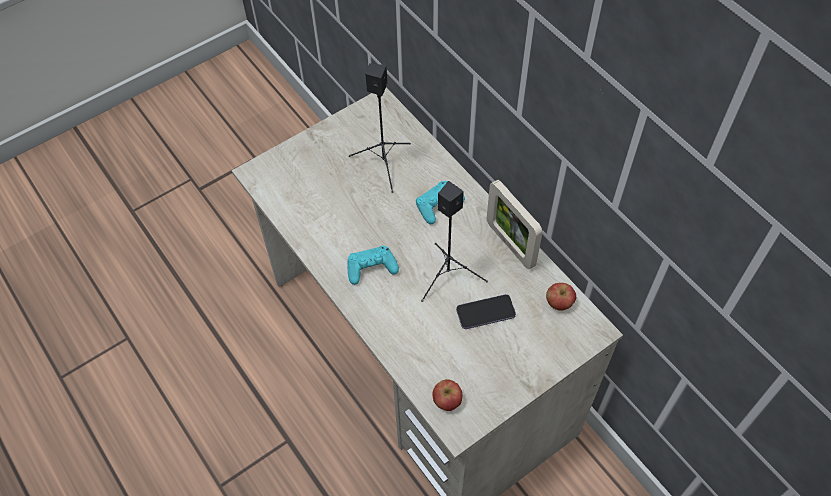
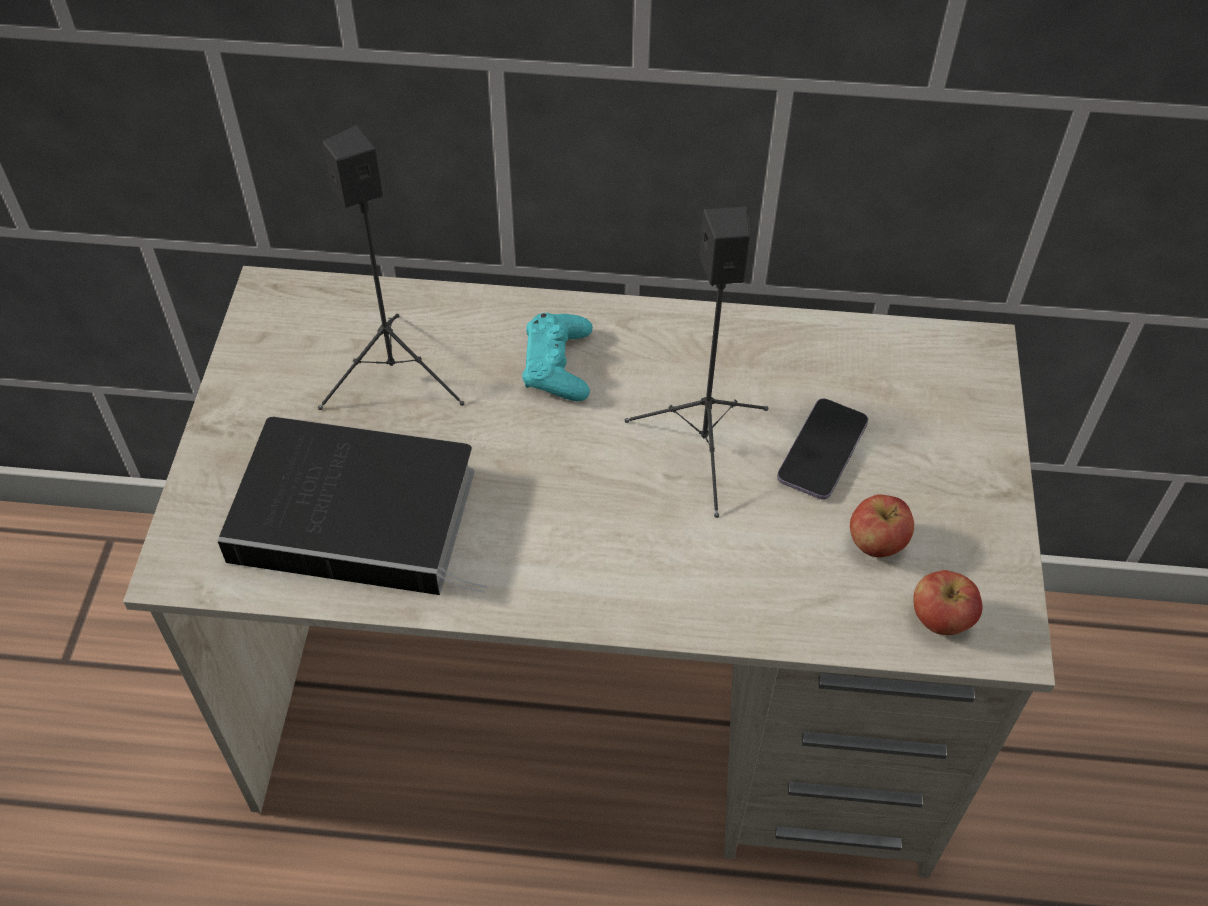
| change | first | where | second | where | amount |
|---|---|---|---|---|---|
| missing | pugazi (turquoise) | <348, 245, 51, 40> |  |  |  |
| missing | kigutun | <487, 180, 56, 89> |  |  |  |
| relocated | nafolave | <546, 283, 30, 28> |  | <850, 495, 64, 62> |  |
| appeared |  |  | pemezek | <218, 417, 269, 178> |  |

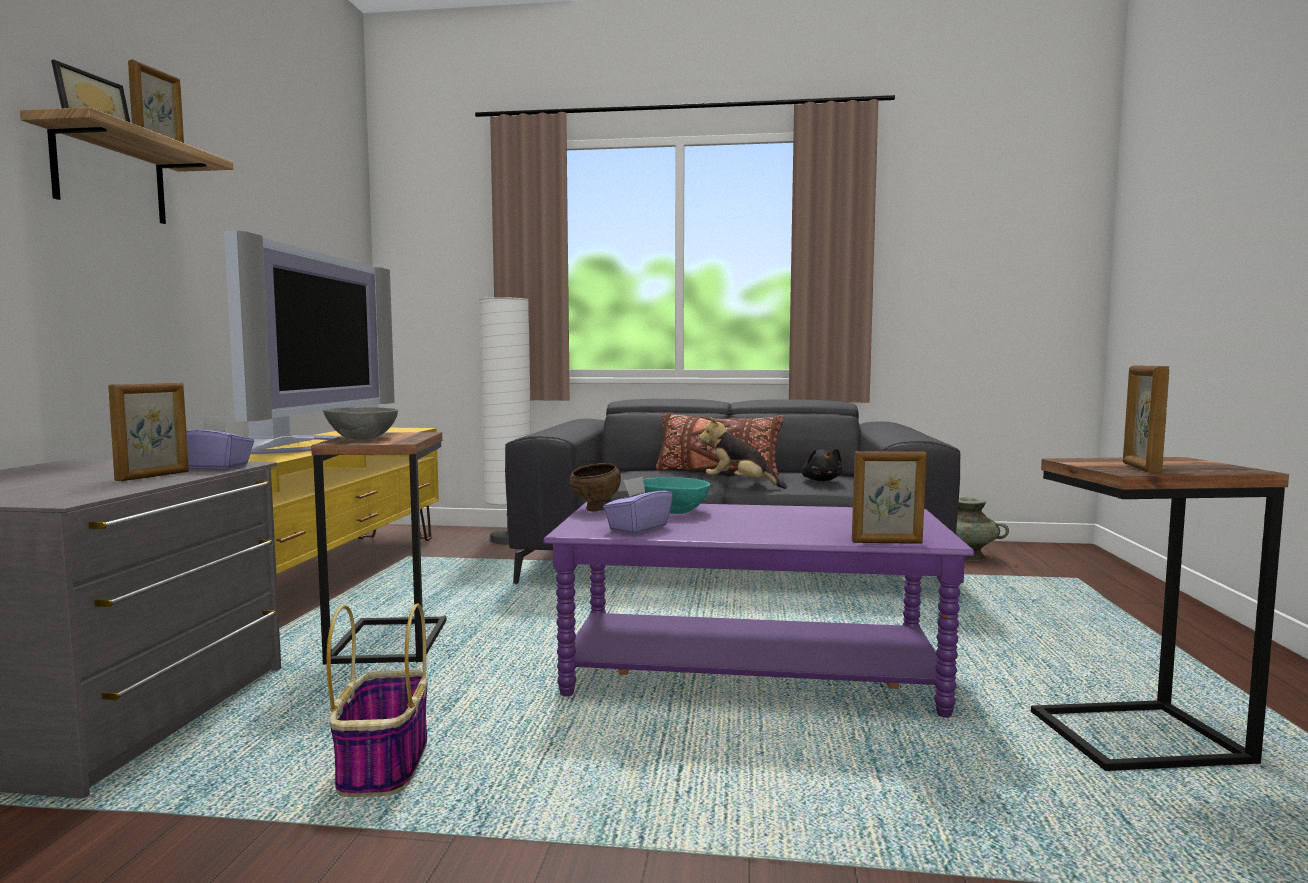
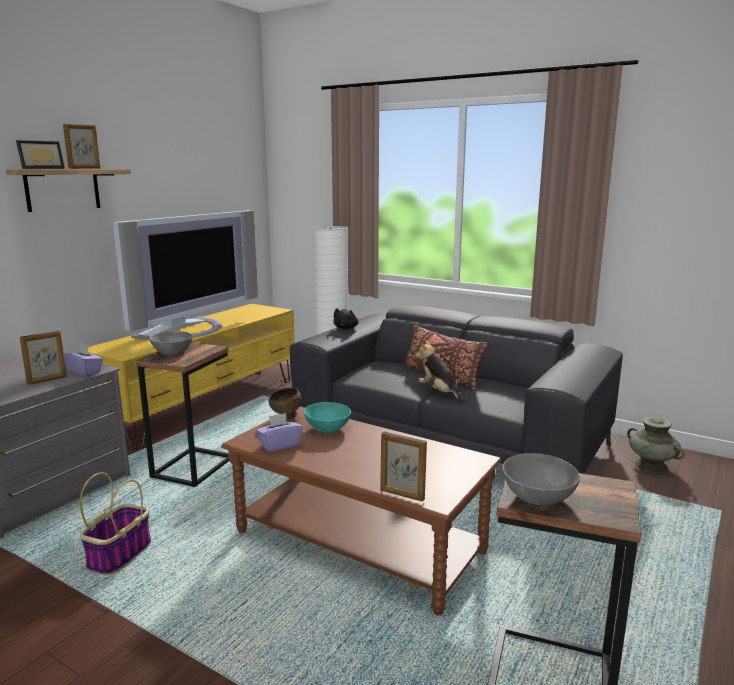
| change | first | where | second | where | amount |
|---|---|---|---|---|---|
| colour | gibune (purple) | <544, 502, 430, 216> | gibune (brown) | <221, 406, 280, 209> |  |
| relocated | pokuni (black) | <802, 448, 40, 33> |  | <333, 308, 25, 21> |  |
| exchanged | kigutun | <1123, 365, 46, 109> | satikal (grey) | <502, 453, 78, 52> |  |

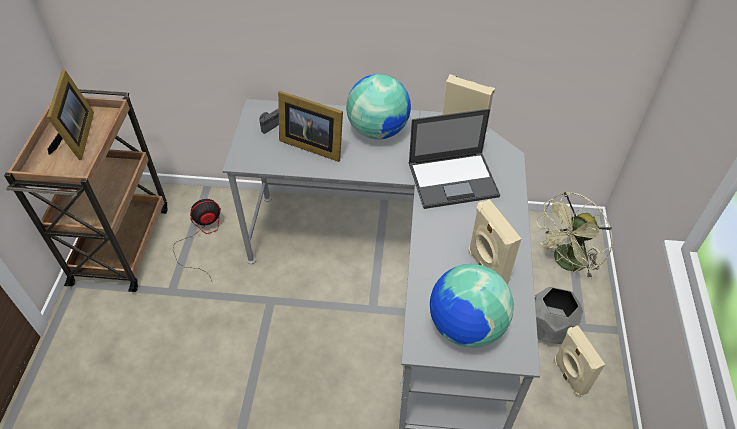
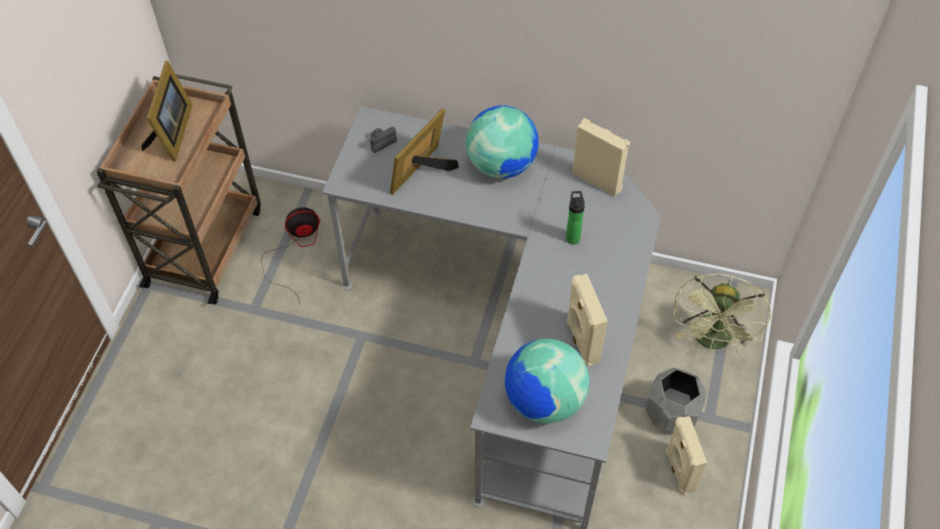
| change | first | where | second | where | amount |
|---|---|---|---|---|---|
| spun | kigutun | <278, 91, 65, 71> |  | <390, 108, 69, 87> | 90 degrees clockwise |
| exchanged | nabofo | <409, 109, 91, 100> | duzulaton | <566, 191, 19, 53> |  |
| spun | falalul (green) | <536, 192, 76, 87> |  | <673, 274, 98, 79> | 45 degrees counterclockwise |

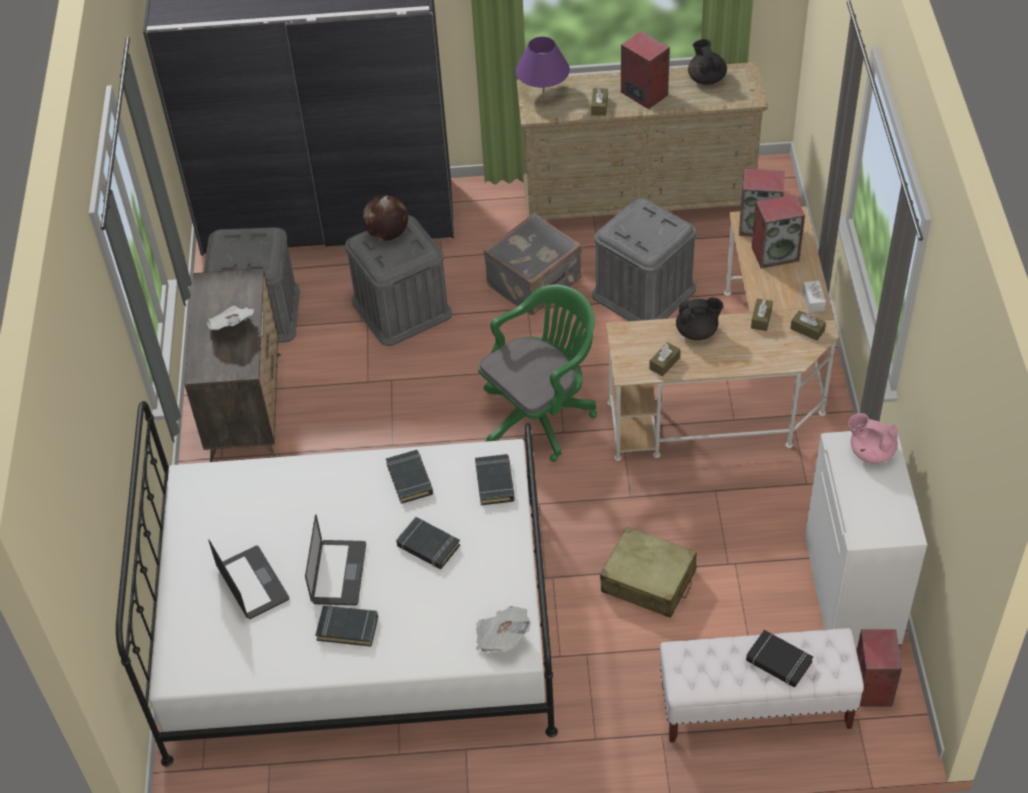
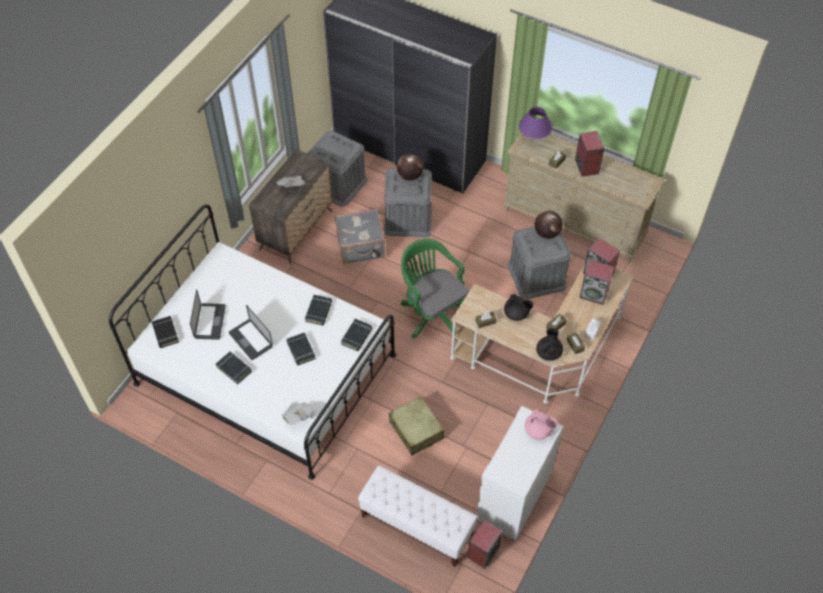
| change | first | where | second | where | amount |
|---|---|---|---|---|---|
| spun | nabofo | <305, 515, 61, 90> |  | <229, 305, 44, 55> | 105 degrees clockwise |
| spun | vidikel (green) | <478, 285, 119, 177> |  | <401, 239, 68, 101> | 120 degrees counterclockwise |
| relocated | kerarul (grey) | <483, 213, 99, 102> |  | <335, 209, 50, 55> |  |
| relocated | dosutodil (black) | <688, 39, 39, 46> |  | <536, 328, 27, 33> |  |
| relocated | pemezek (black) | <746, 630, 67, 57> |  | <152, 316, 27, 32> |  |
| spun | dosutodil (pink) | <848, 413, 50, 51> |  | <525, 409, 32, 30> | 150 degrees clockwise |
| appeared |  |  | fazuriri | <534, 211, 29, 28> |  |

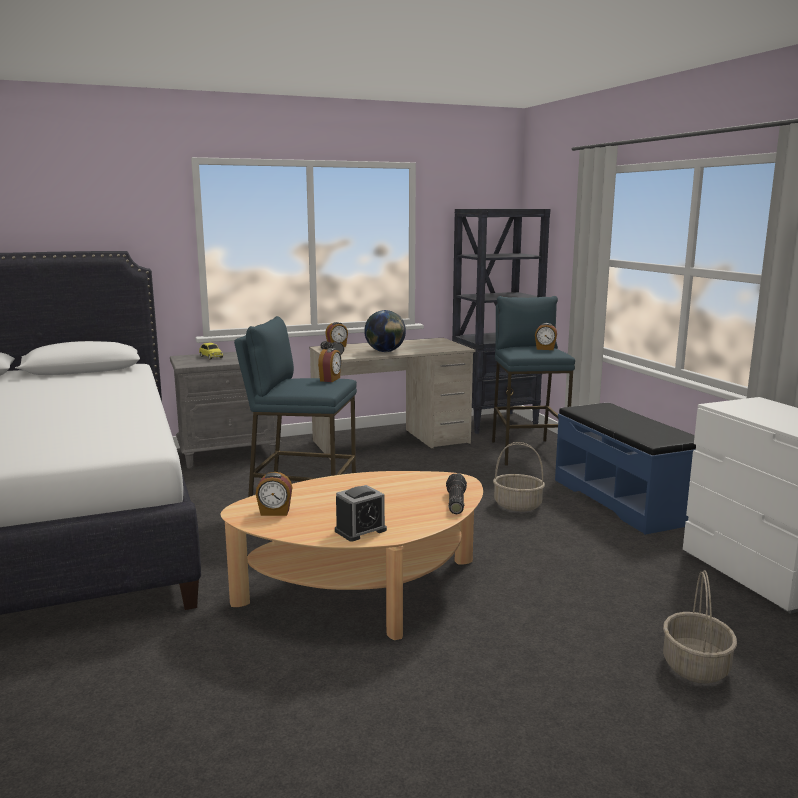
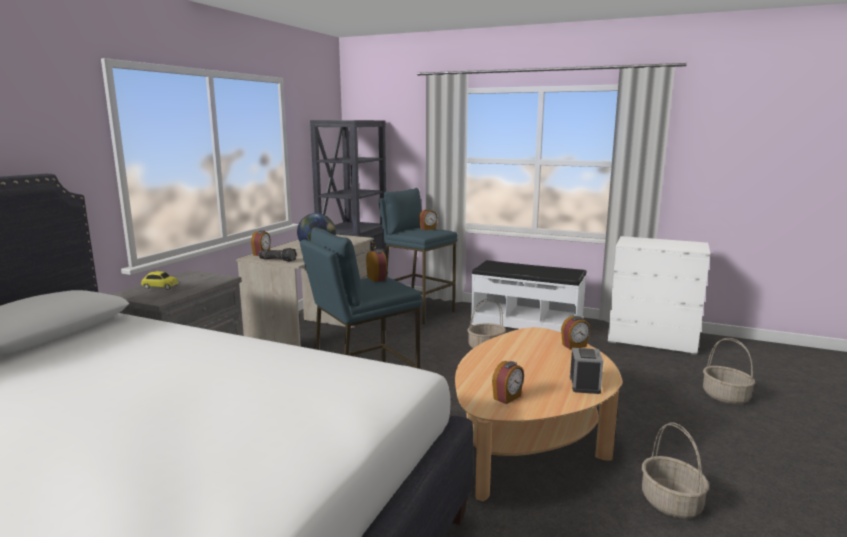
| change | first | where | second | where | amount |
|---|---|---|---|---|---|
| exchanged | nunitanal | <446, 473, 21, 41> | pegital | <561, 316, 29, 34> |  |
| colour | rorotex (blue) | <555, 403, 141, 132> | rorotex (white) | <471, 260, 116, 72> |  |
| appeared |  |  | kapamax | <642, 423, 67, 96> |  |

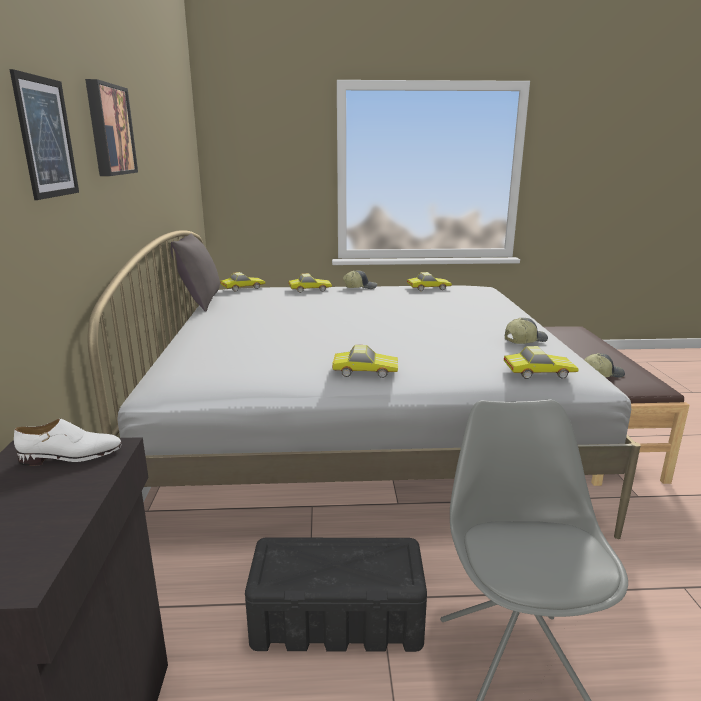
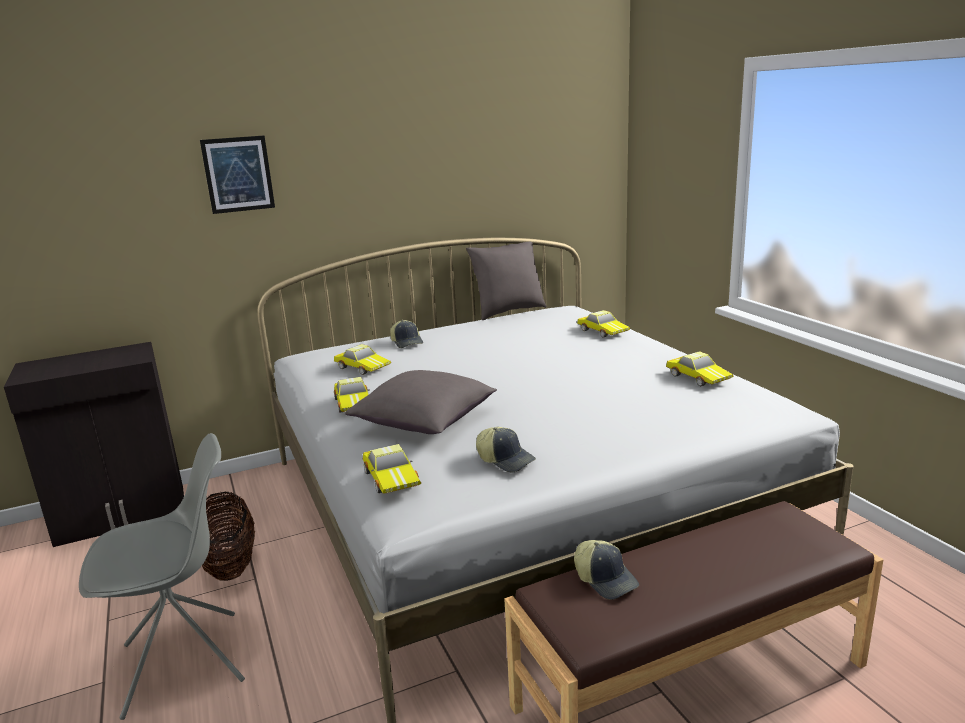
| change | first | where | second | where | amount |
|---|---|---|---|---|---|
| missing | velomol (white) | <14, 419, 108, 47> |  |  |  |
| missing | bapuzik | <85, 79, 53, 97> |  |  |  |
| relocated | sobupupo | <220, 272, 45, 19> |  | <334, 344, 57, 31> |  |
| exchanged | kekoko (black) | <245, 537, 182, 115> | kapamax | <202, 491, 53, 90> |  |
| relocated | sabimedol | <343, 270, 34, 19> |  | <390, 320, 33, 28> |  |
| appeared |  |  | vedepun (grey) | <345, 370, 152, 64> |  |

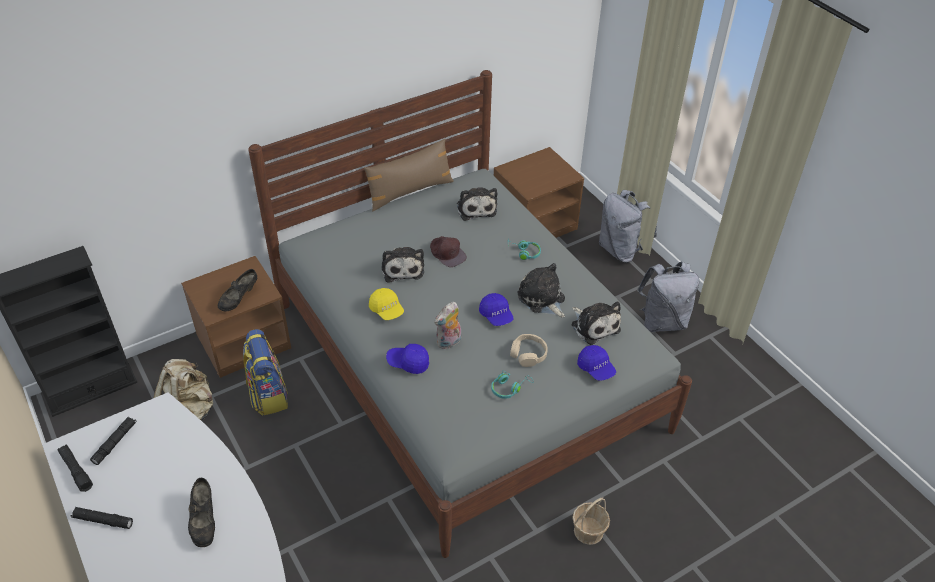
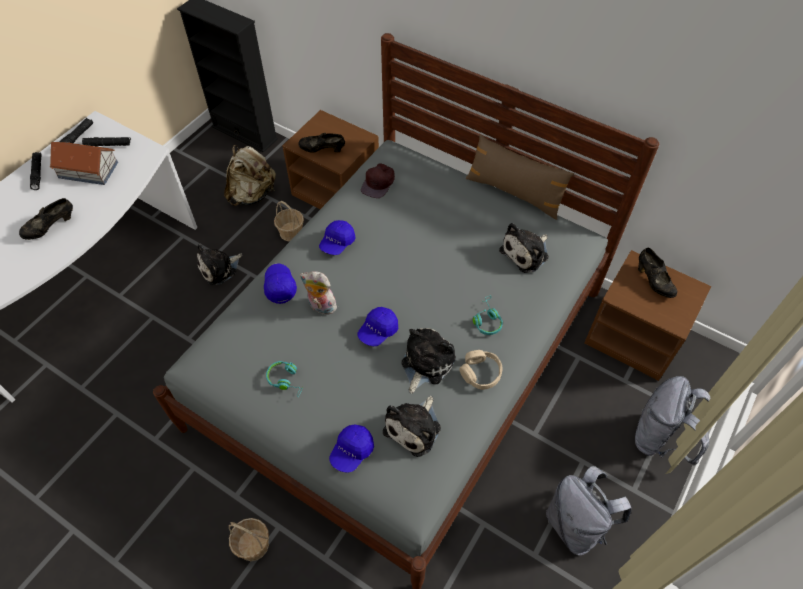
| change | first | where | second | where | amount |
|---|---|---|---|---|---|
| exchanged | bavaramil | <243, 329, 45, 87> | kapamax | <274, 201, 30, 40> |  |
| colour | sabimedol (yellow) | <369, 288, 35, 32> | sabimedol (blue) | <319, 220, 36, 35> |  |
| relocated | pokuni | <382, 247, 42, 35> |  | <197, 244, 45, 41> |  |
| relocated | sabimedol (brown) | <430, 236, 37, 31> |  | <361, 163, 34, 35> |  |
| relocated | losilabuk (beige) | <510, 334, 37, 33> |  | <459, 350, 44, 40> |  |
| appeared |  |  | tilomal | <50, 142, 68, 43> |  |
| appeared |  |  | velomol (black) | <638, 248, 39, 50> |  |

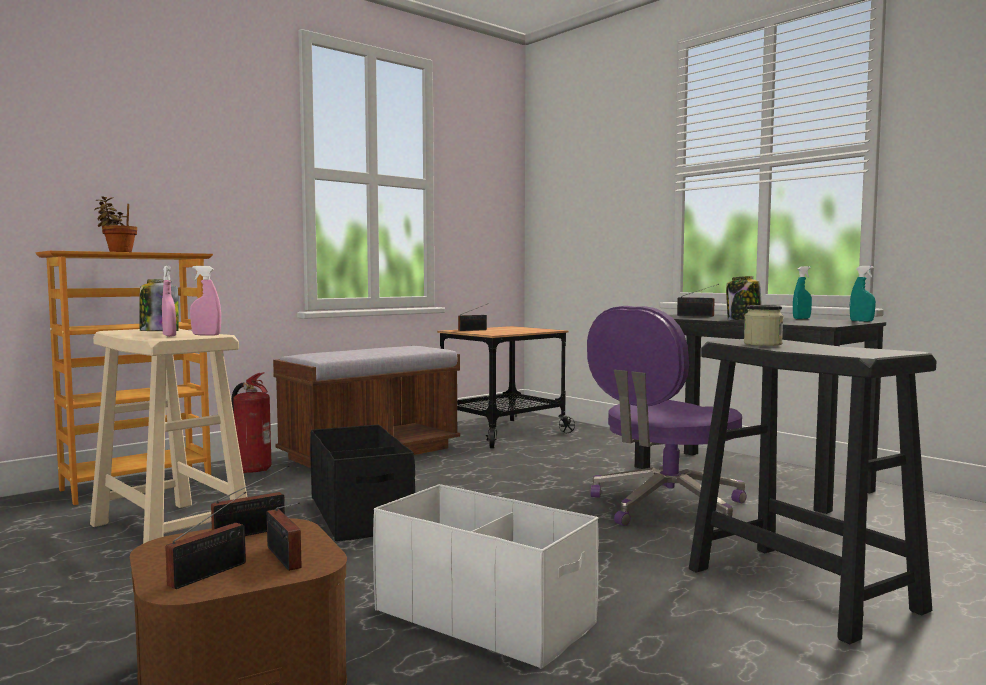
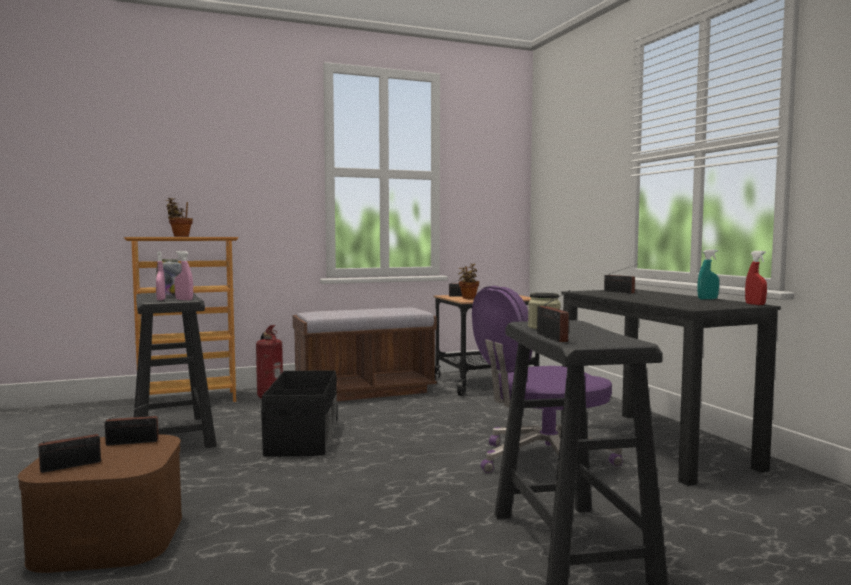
| change | first | where | second | where | amount |
|---|---|---|---|---|---|
| colour | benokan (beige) | <90, 329, 157, 215> | benokan (black) | <134, 292, 83, 156> |  |
| relocated | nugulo | <267, 502, 35, 69> |  | <537, 290, 33, 52> |  |
| missing | kekoko (white) | <373, 484, 226, 185> |  |  |  |
| missing | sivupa | <726, 276, 36, 44> |  |  |  |
| colour | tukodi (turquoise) | <850, 266, 26, 56> | tukodi (red) | <745, 251, 22, 54> |  |
| appeared |  |  | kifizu | <458, 263, 21, 36> |  |

